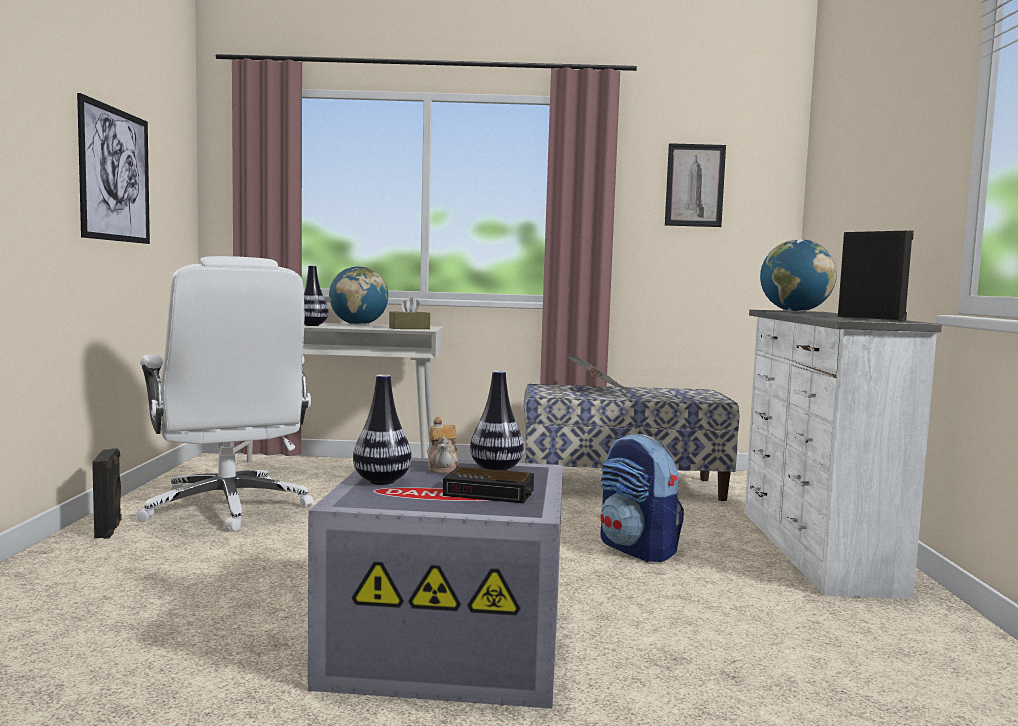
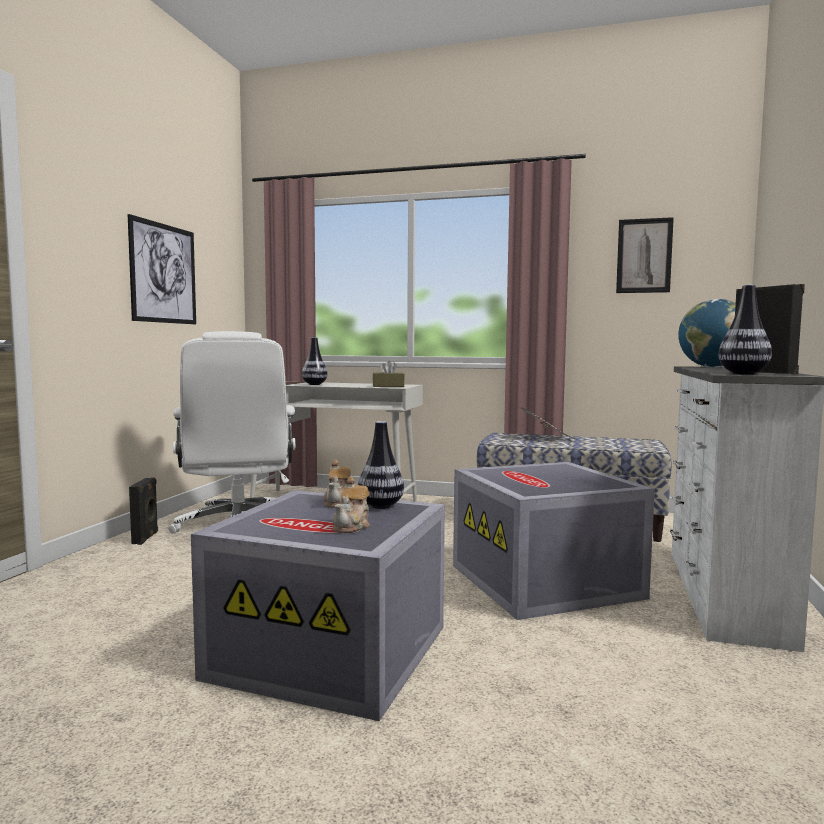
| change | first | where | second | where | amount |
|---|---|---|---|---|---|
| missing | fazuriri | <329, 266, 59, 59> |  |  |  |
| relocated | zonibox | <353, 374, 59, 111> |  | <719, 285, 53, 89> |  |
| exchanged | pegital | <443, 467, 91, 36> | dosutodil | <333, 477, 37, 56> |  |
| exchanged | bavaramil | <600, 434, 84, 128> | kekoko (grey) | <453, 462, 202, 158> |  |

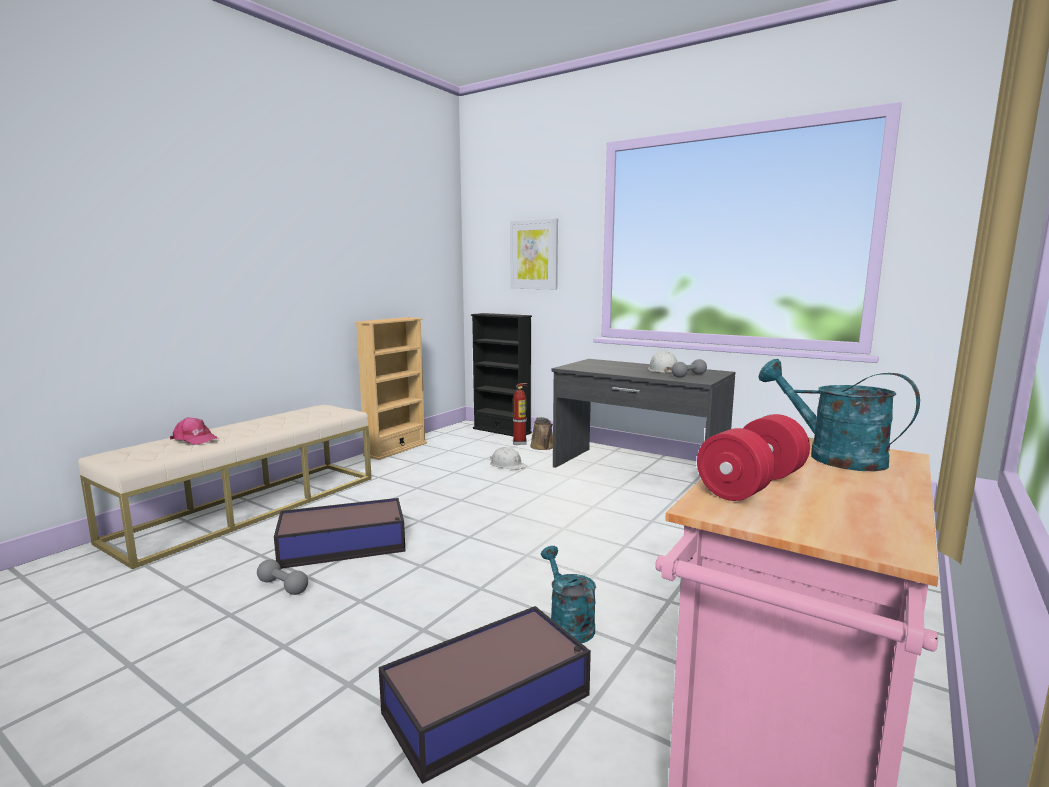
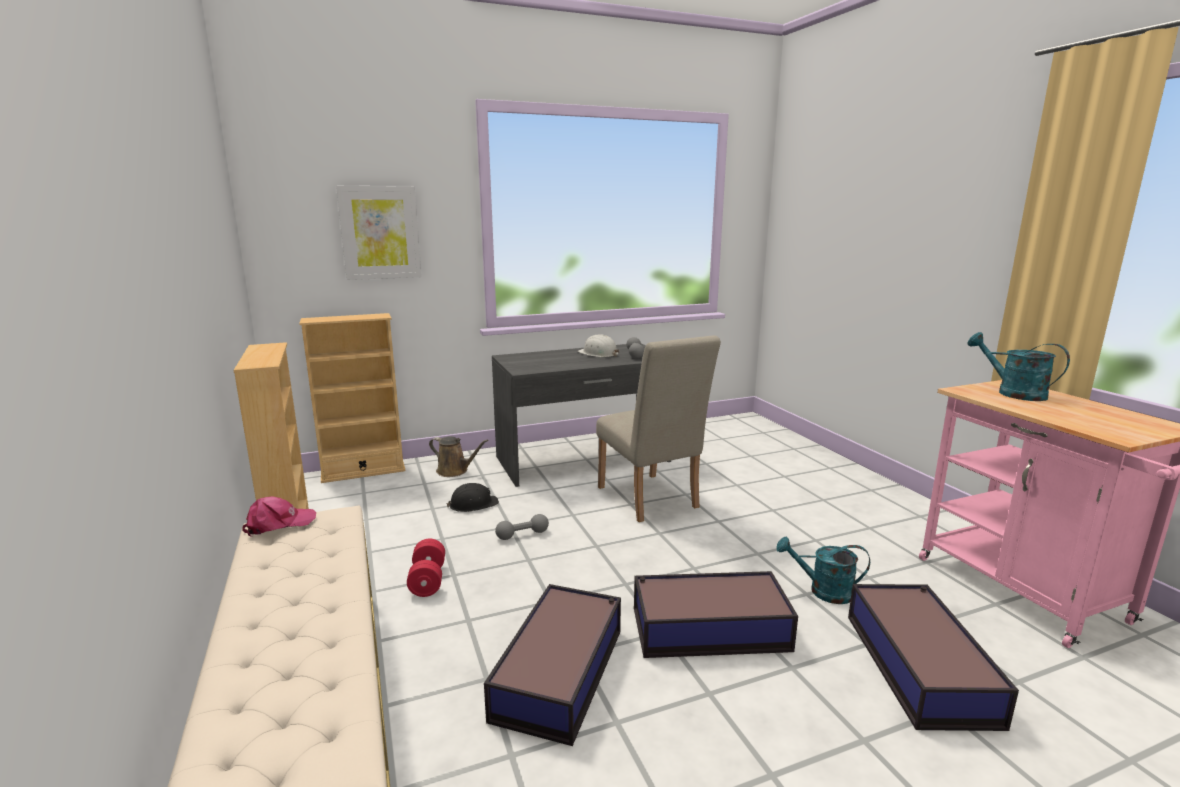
| change | first | where | second | where | amount |
|---|---|---|---|---|---|
| relocated | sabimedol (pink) | <170, 417, 48, 28> |  | <242, 496, 74, 41> |  |
| relocated | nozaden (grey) | <257, 559, 51, 36> |  | <495, 514, 54, 26> |  |
| colour | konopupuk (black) | <471, 313, 61, 124> | konopupuk (beige) | <299, 313, 106, 170> |  |
| colour | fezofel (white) | <490, 447, 37, 23> | fezofel (black) | <446, 483, 53, 29> |  |
| missing | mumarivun | <513, 383, 15, 62> |  |  |  |
| relocated | nozaden (red) | <697, 414, 113, 87> |  | <407, 539, 38, 58> |  |
| spun | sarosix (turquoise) | <758, 359, 162, 112> |  | <967, 332, 103, 69> | 60 degrees clockwise |
| appeared |  |  | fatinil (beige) | <596, 335, 125, 187> |  |
| appeared |  |  | kekoko | <634, 571, 164, 87> |  |

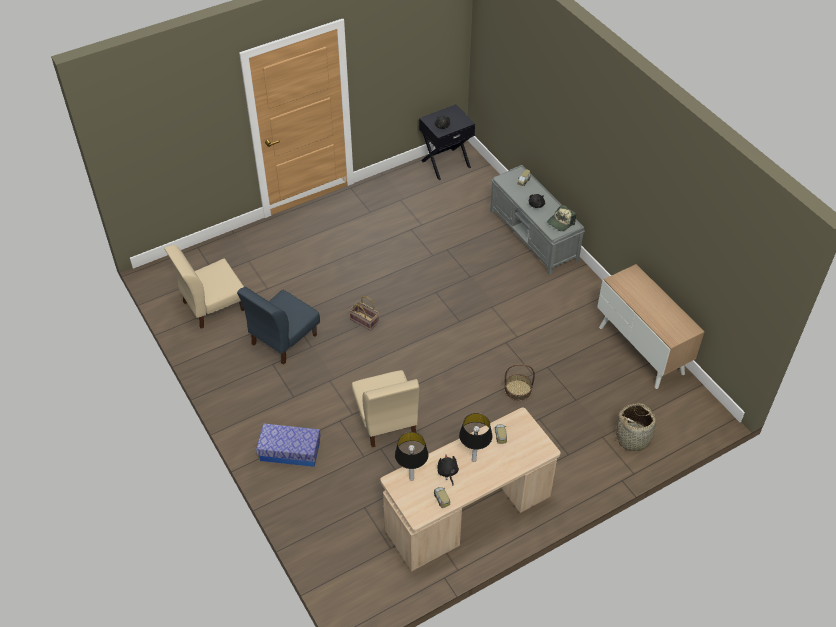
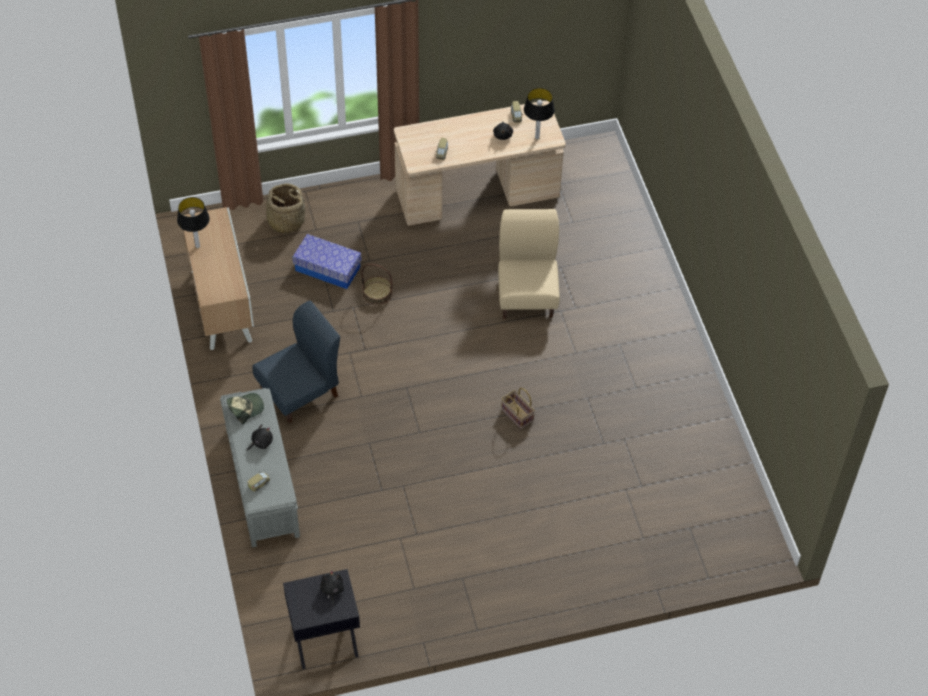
| change | first | where | second | where | amount |
|---|---|---|---|---|---|
| missing | fatinil (beige) | <164, 245, 80, 84> |  |  |  |
| relocated | fatinil (blue) | <237, 287, 83, 78> |  | <253, 301, 87, 122> |  |
| relocated | kekoko | <256, 423, 65, 44> |  | <293, 234, 68, 55> |  |
| relocated | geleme | <459, 413, 34, 49> |  | <177, 197, 33, 51> |  |

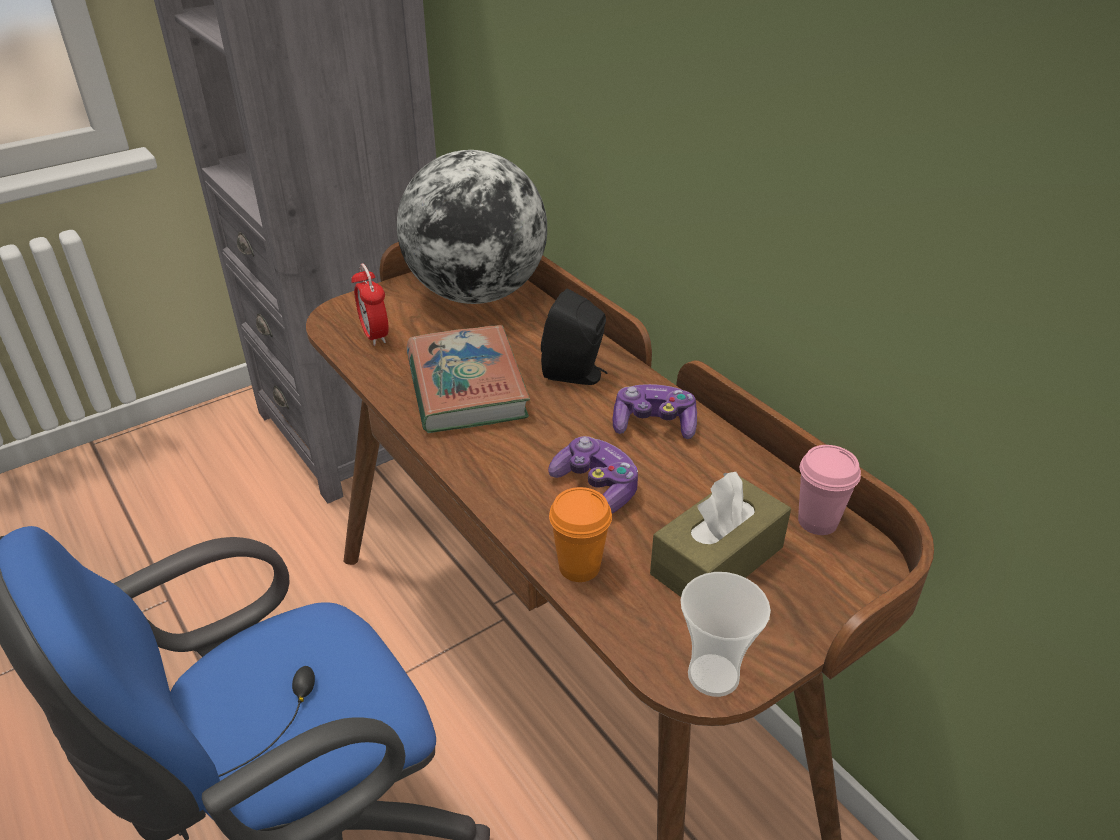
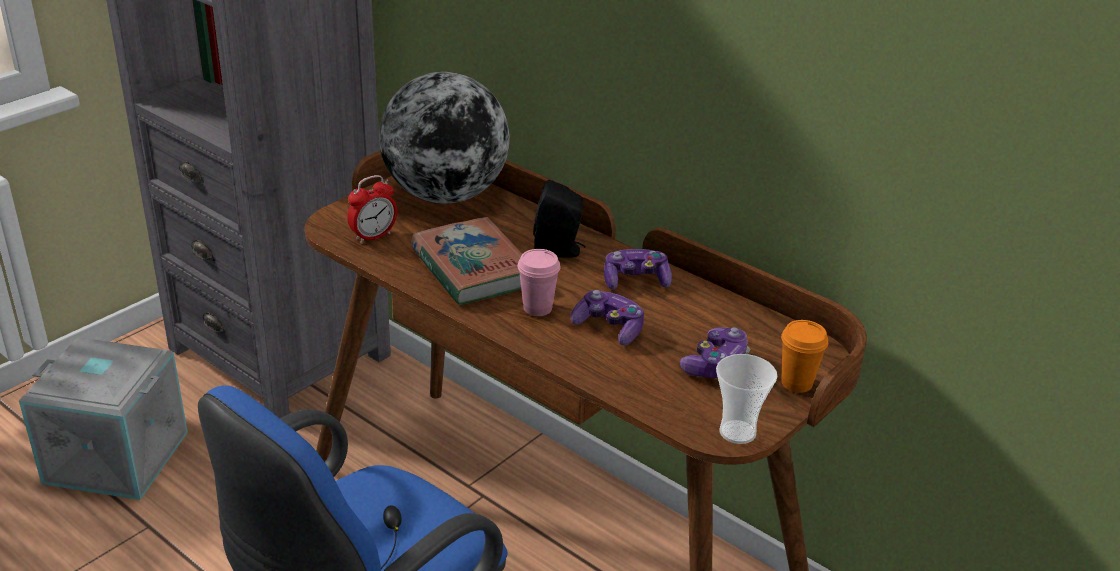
| change | first | where | second | where | amount |
|---|---|---|---|---|---|
| spun | pegital | <351, 263, 38, 83> |  | <347, 175, 50, 69> | 90 degrees counterclockwise |
| relocated | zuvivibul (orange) | <549, 487, 63, 95> |  | <781, 320, 47, 73> |  |
| exchanged | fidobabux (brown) | <650, 472, 141, 125> | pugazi | <680, 327, 70, 51> |  |
| relocated | zuvivibul (pink) | <798, 445, 63, 90> |  | <518, 249, 43, 67> |  |
| appeared |  |  | kekoko (grey) | <19, 337, 169, 163> |  |

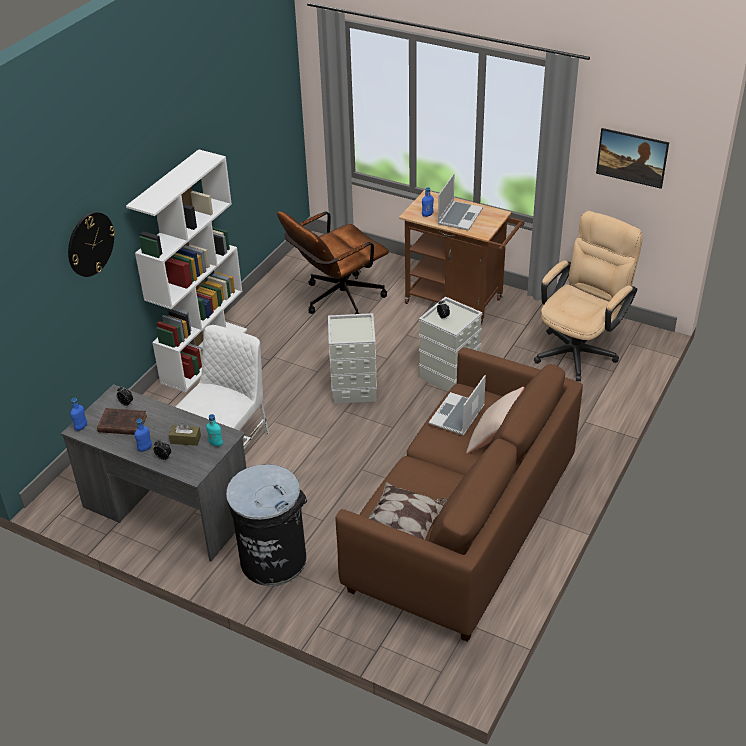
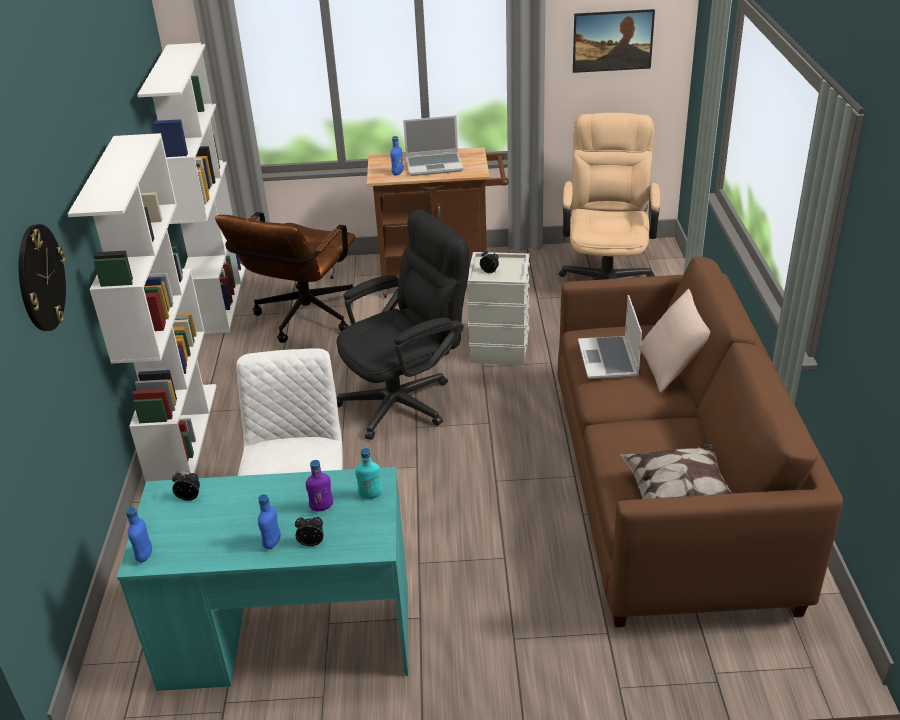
| change | first | where | second | where | amount |
|---|---|---|---|---|---|
| colour | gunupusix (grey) | <61, 384, 185, 178> | gunupusix (turquoise) | <117, 467, 291, 224> |  |
| missing | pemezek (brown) | <97, 408, 50, 27> |  |  |  |
| exchanged | fidobabux (brown) | <169, 423, 32, 23> | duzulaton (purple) | <306, 460, 27, 51> |  |
| missing | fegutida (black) | <226, 464, 81, 123> |  |  |  |
| exchanged | kekoko (grey) | <328, 313, 49, 91> | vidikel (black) | <336, 209, 133, 231> |  |
| spun | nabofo | <438, 174, 45, 56> |  | <403, 115, 60, 61> | 90 degrees clockwise |
| appeared |  |  | konopupuk (white) | <137, 43, 109, 291> |  |

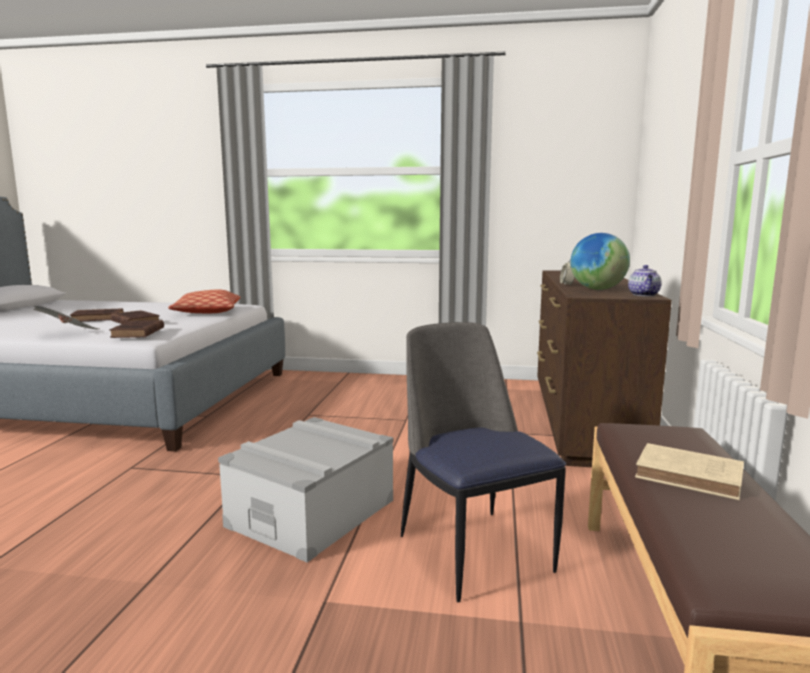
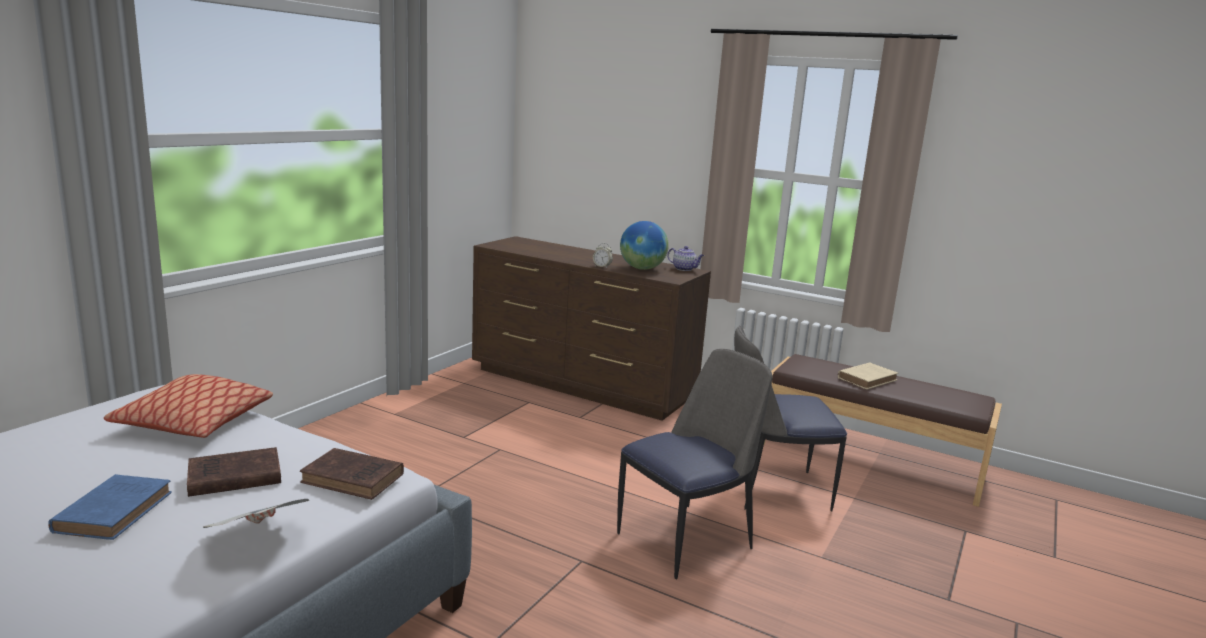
| change | first | where | second | where | amount |
|---|---|---|---|---|---|
| colour | pemezek (brown) | <70, 308, 53, 13> | pemezek (blue) | <48, 474, 124, 66> |  |
| exchanged | kekoko (grey) | <218, 417, 175, 146> | fatinil | <617, 349, 156, 230> |  |

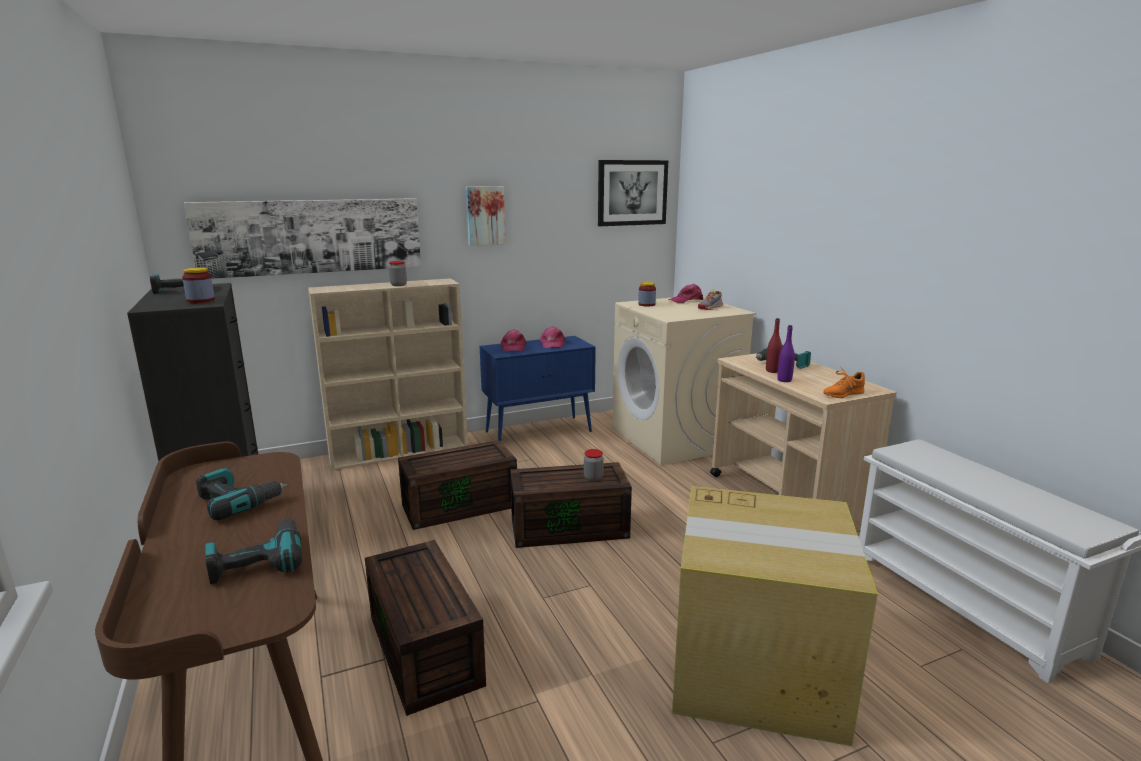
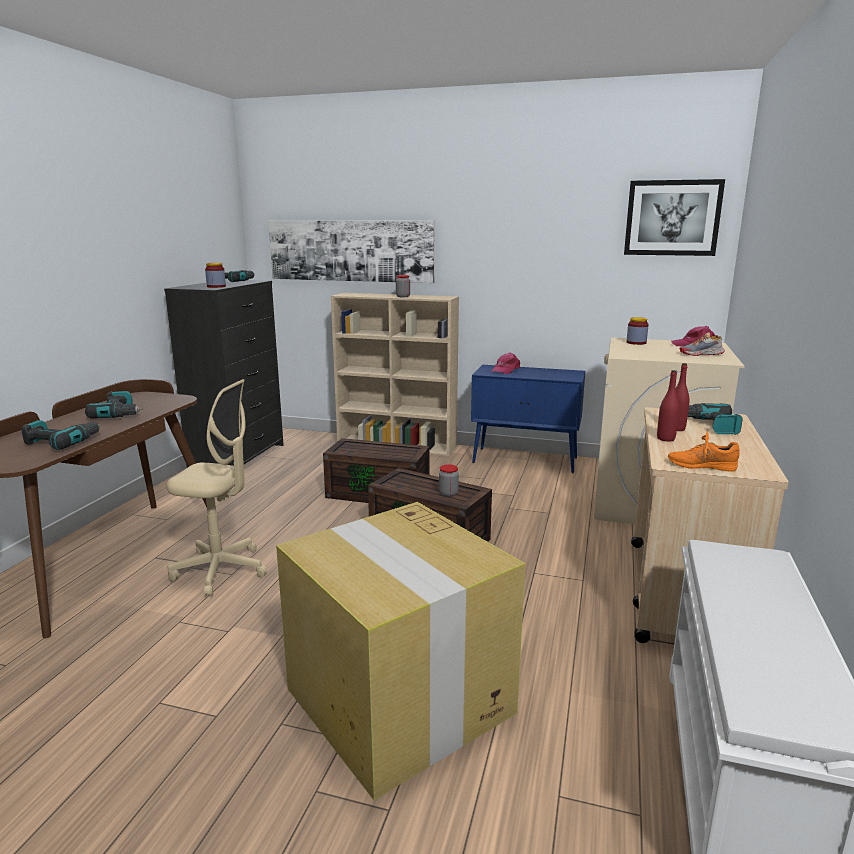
| change | first | where | second | where | amount |
|---|---|---|---|---|---|
| exchanged | kekoko (brown) | <365, 540, 121, 176> | vidikel (beige) | <167, 379, 100, 218> |  |
| missing | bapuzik | <466, 186, 39, 60> |  |  |  |
| missing | sabimedol (pink) | <540, 326, 26, 22> |  |  |  |
| colour | duzulaton (purple) | <777, 325, 18, 57> | duzulaton (red) | <657, 370, 22, 72> |  |

